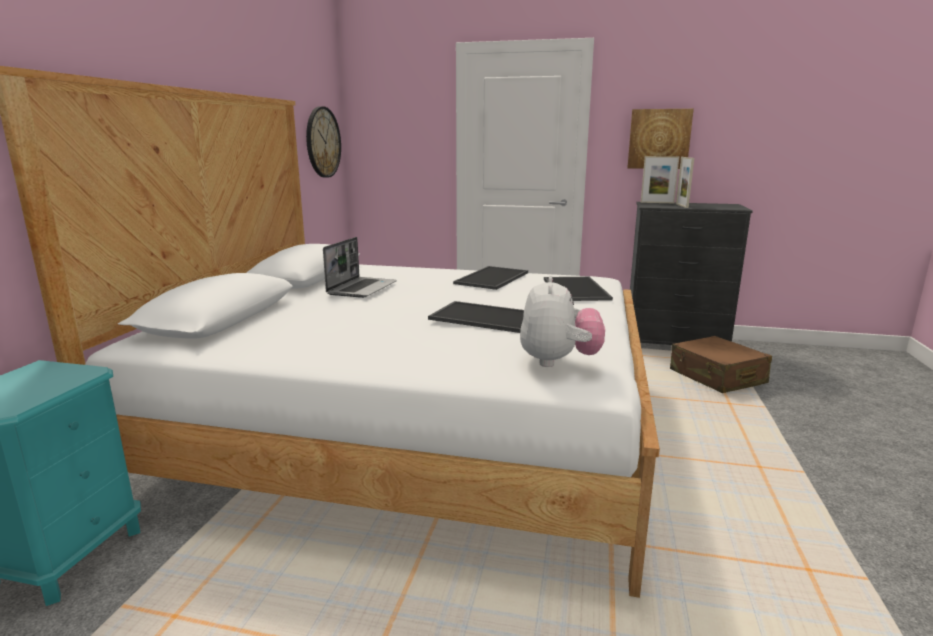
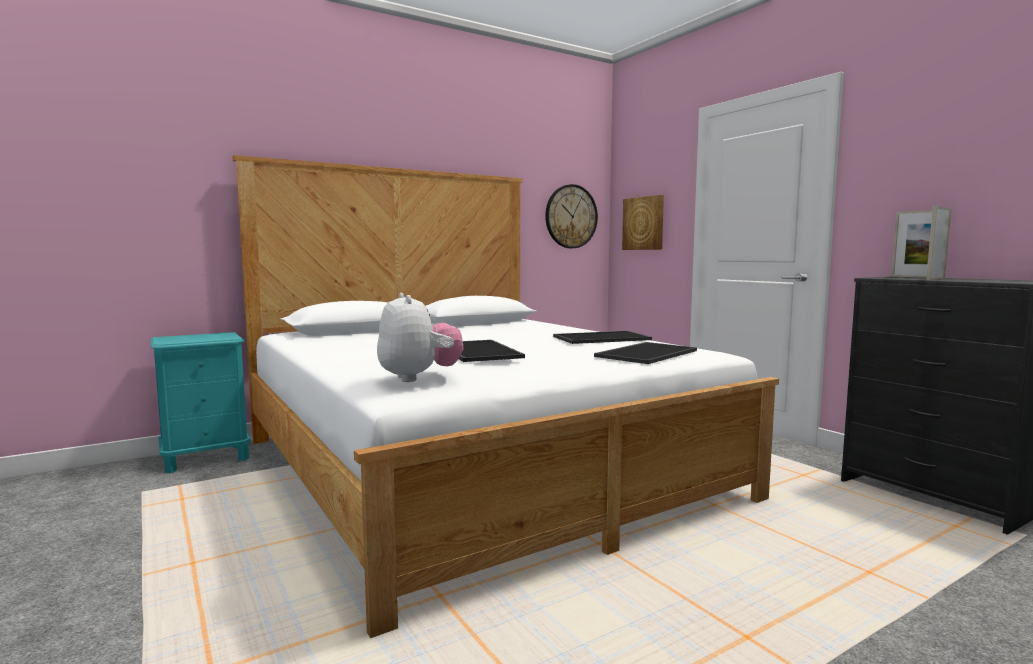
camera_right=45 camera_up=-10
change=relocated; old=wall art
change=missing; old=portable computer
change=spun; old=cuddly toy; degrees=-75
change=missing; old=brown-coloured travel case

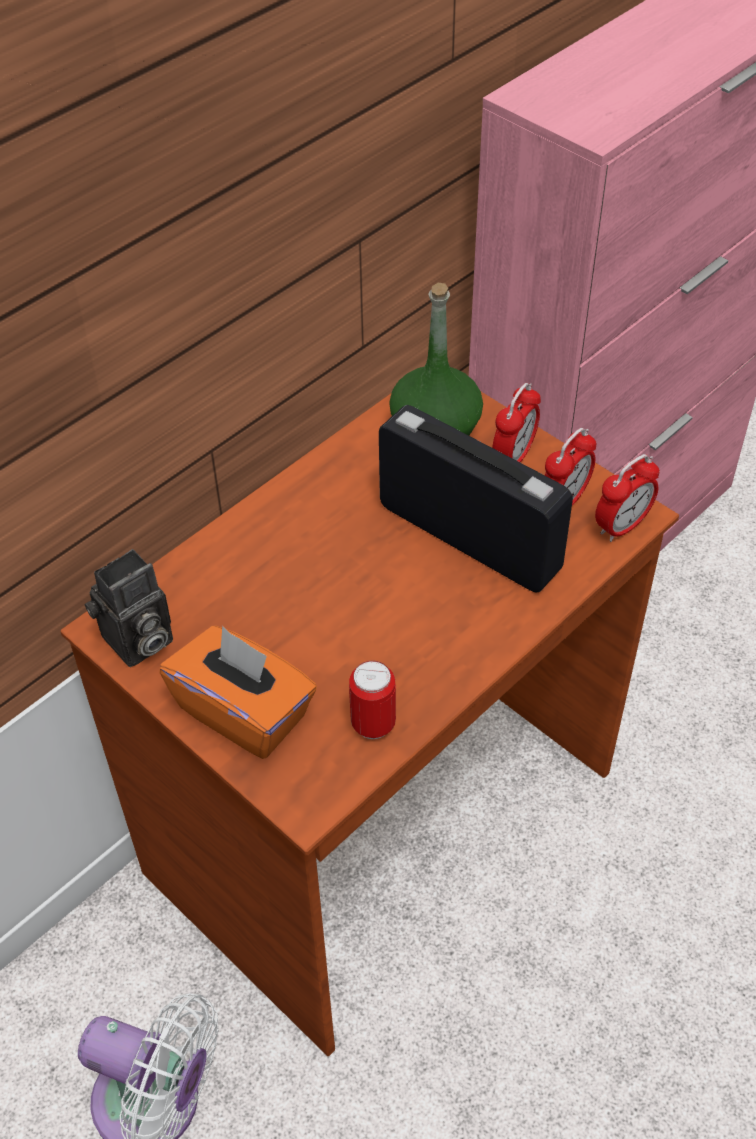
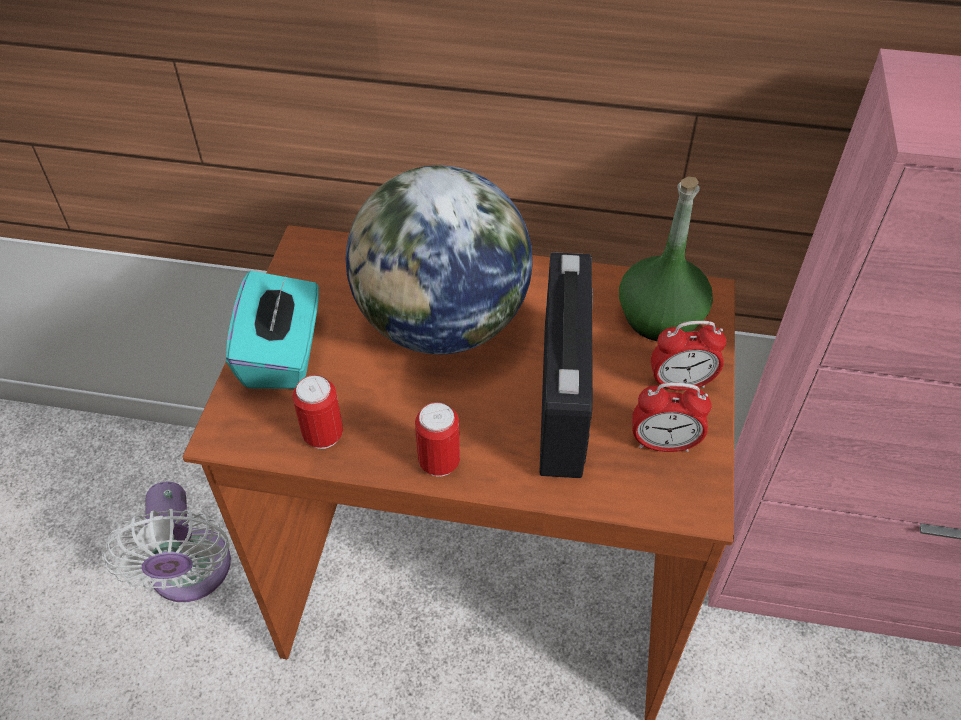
camera_right=55 camera_up=0
change=missing; old=bedside clock (no. 3 from left)
change=missing; old=still camera
change=colour; old=orange-coloured tissue box; new=blue-green tissue box
change=appeared; new=globe
change=appeared; new=sealed can (no. 2 from left)

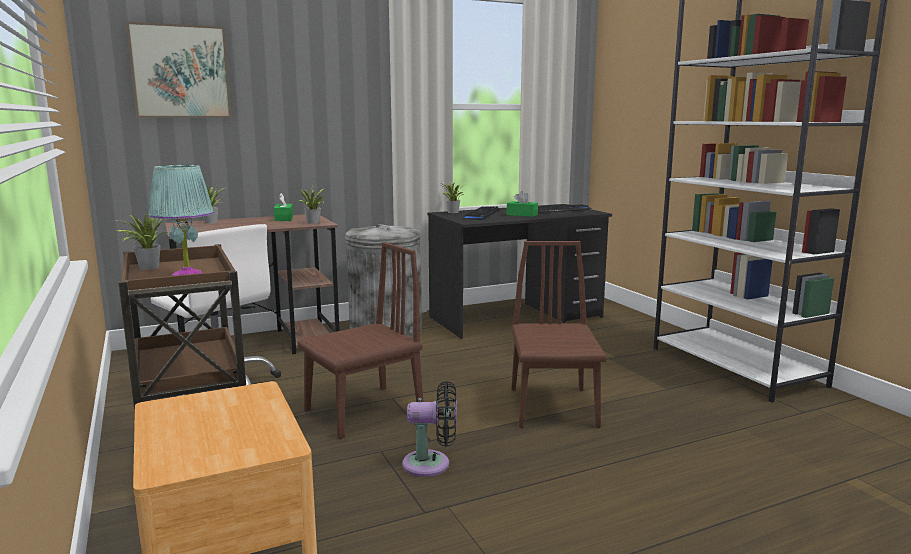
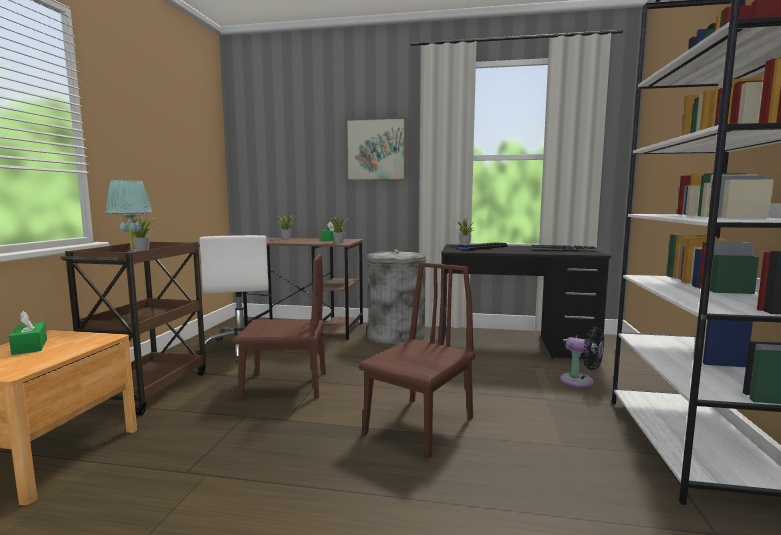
camera_right=35 camera_up=-5
change=relocated; old=wall art
change=relocated; old=greenish tissue box (no. 2 from left in the first image); new=greenish tissue box (no. 1 from left)
change=relocated; old=blackish fan

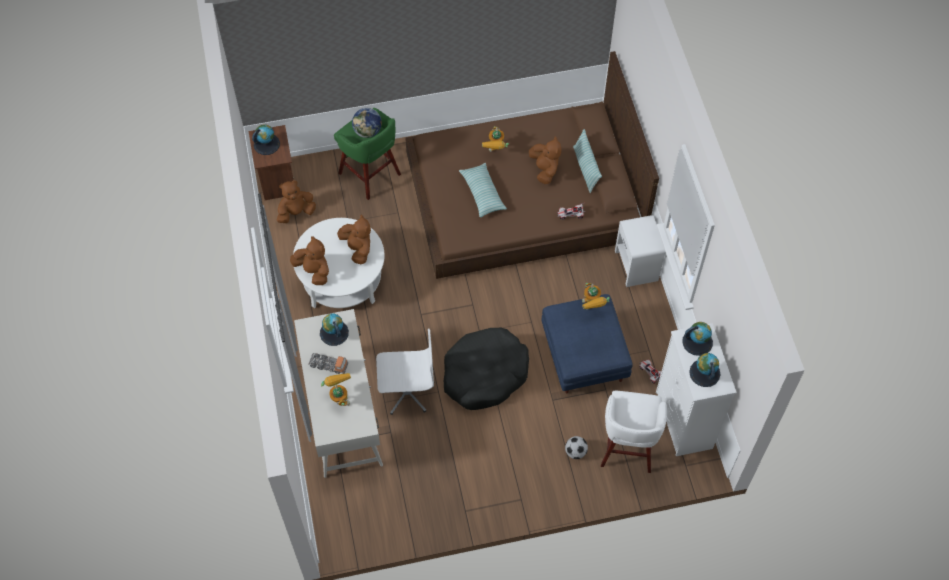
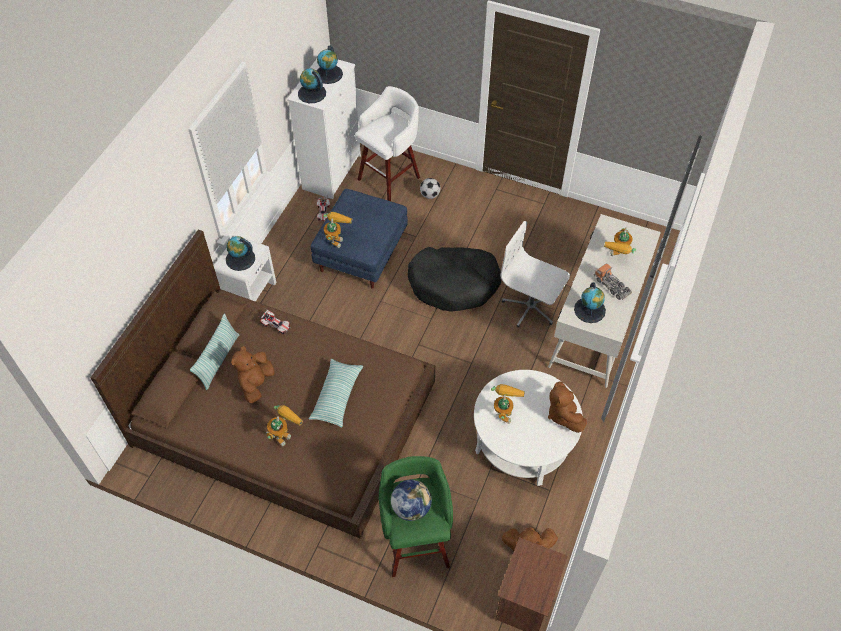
camera_right=-145 camera_up=-5
change=relocated; old=globe (no. 1 from left)
change=exchanged; old=brown-coloured cuddly toy (no. 3 from left); new=model robot (no. 3 from left)

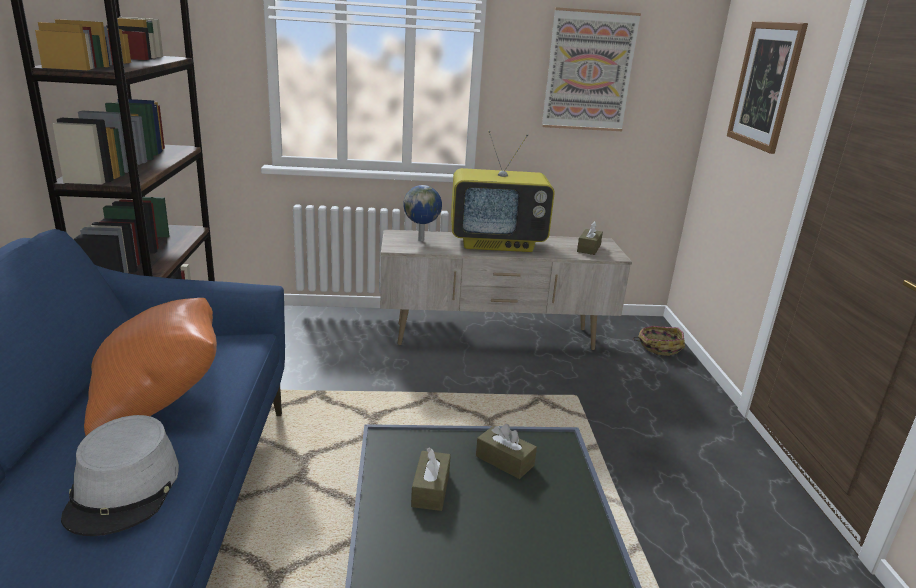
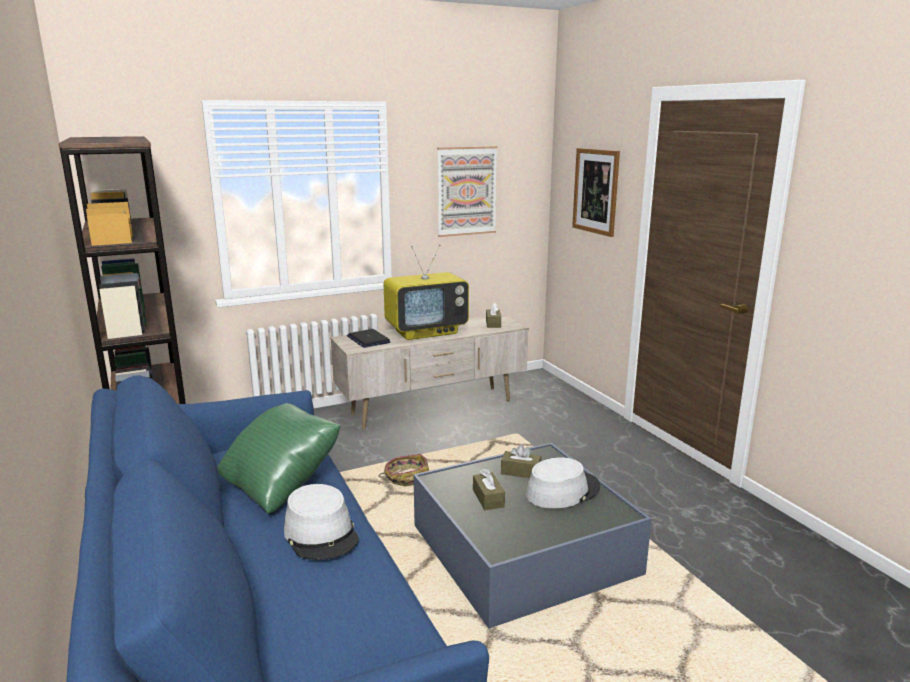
camera_right=-20 camera_up=-5
change=exchanged; old=globe; new=portable computer
change=colour; old=orange-coloured throw pillow; new=greenish throw pillow
change=relocated; old=household basket
change=appeared; new=greyish hat (no. 2 from left)

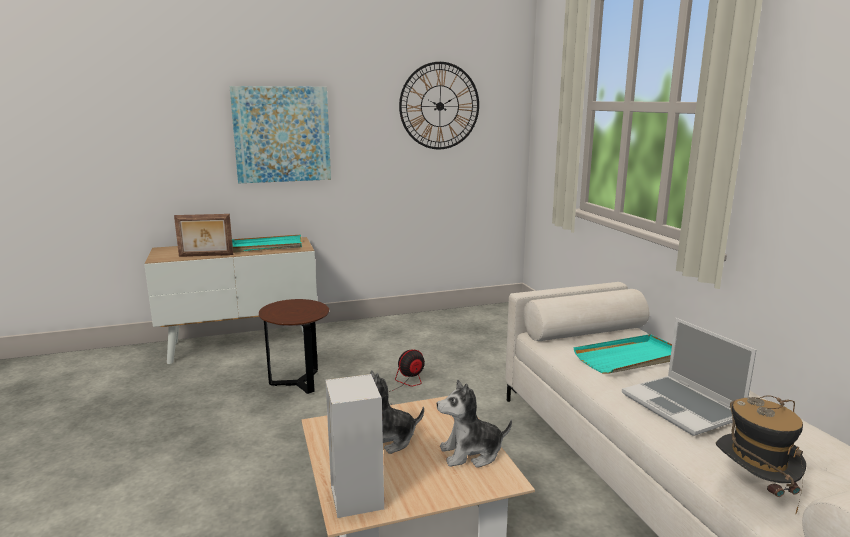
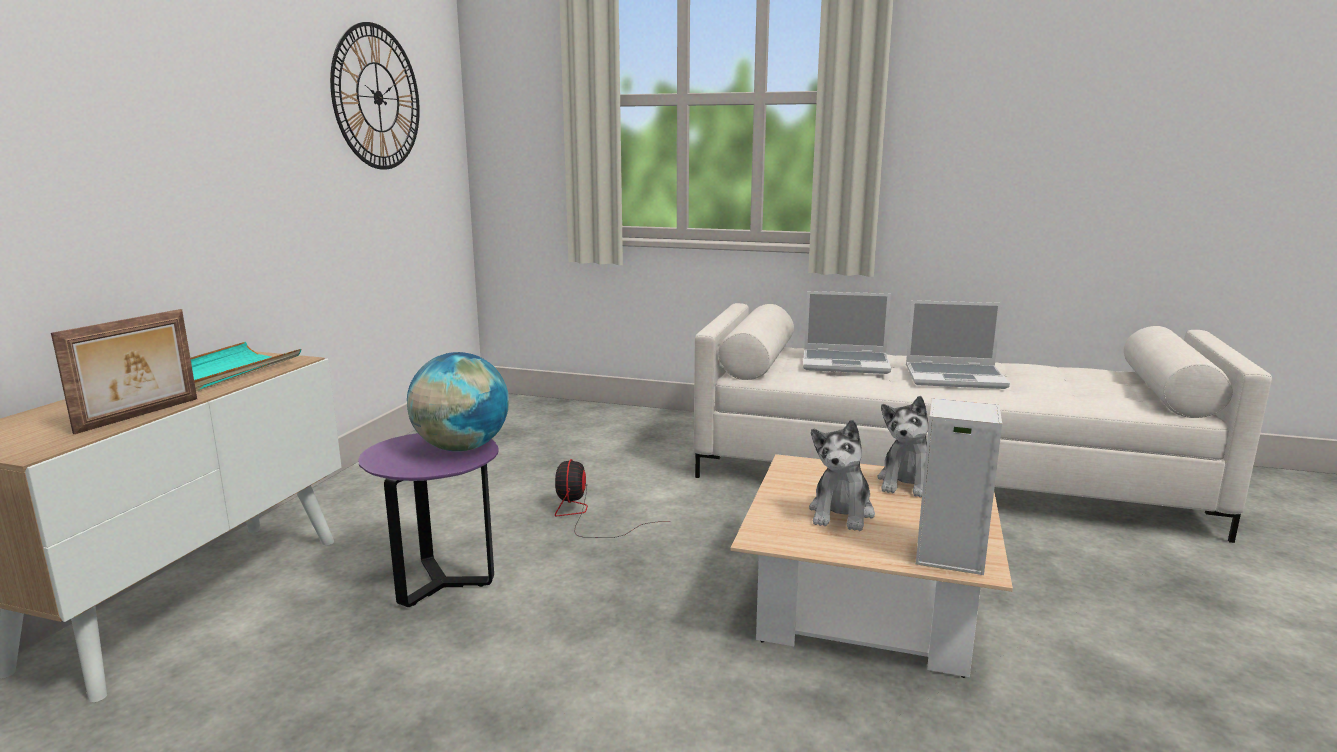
camera_right=-55 camera_up=0
change=missing; old=wall art
change=colour; old=brown-coloured end table; new=purplish end table
change=exchanged; old=blue-green carrying tray (no. 2 from left); new=portable computer (no. 1 from left)
change=missing; old=hat
change=appeared; new=globe

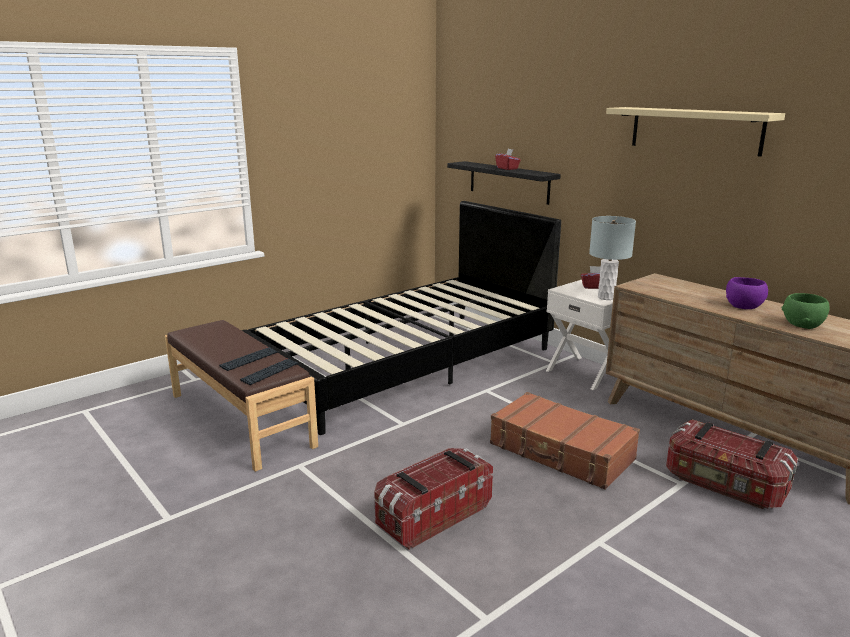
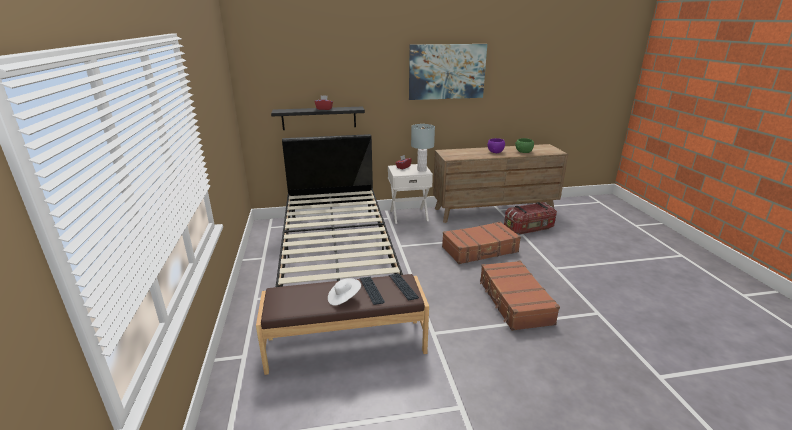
camera_right=-60 camera_up=5
change=exchanged; old=beige bracket shelf; new=wall art
change=exchanged; old=storage box (no. 1 from left); new=brown-coloured travel case (no. 2 from left)
change=appeared; new=white-coloured hat

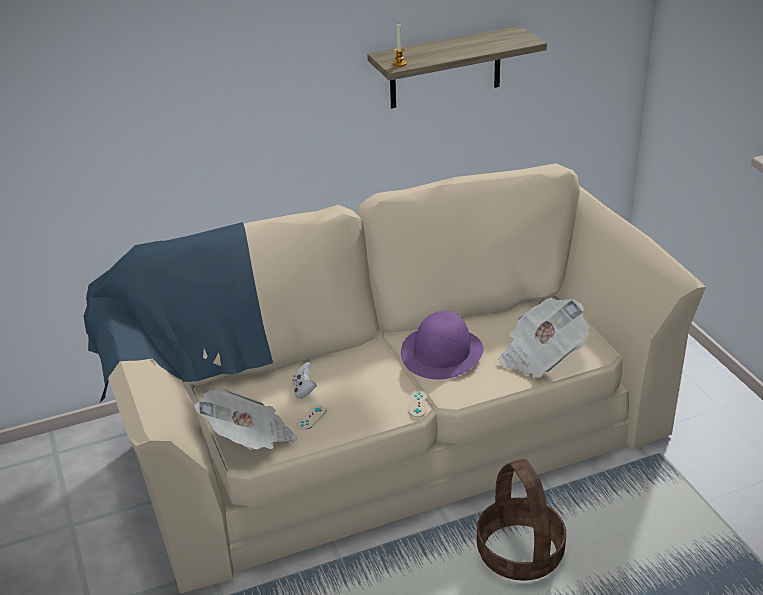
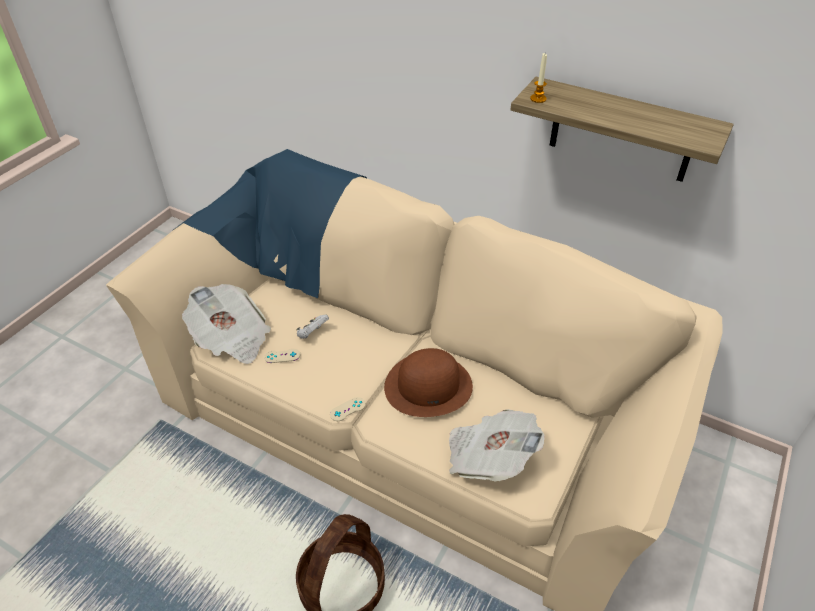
camera_right=50 camera_up=10
change=colour; old=purplish hat; new=brown-coloured hat

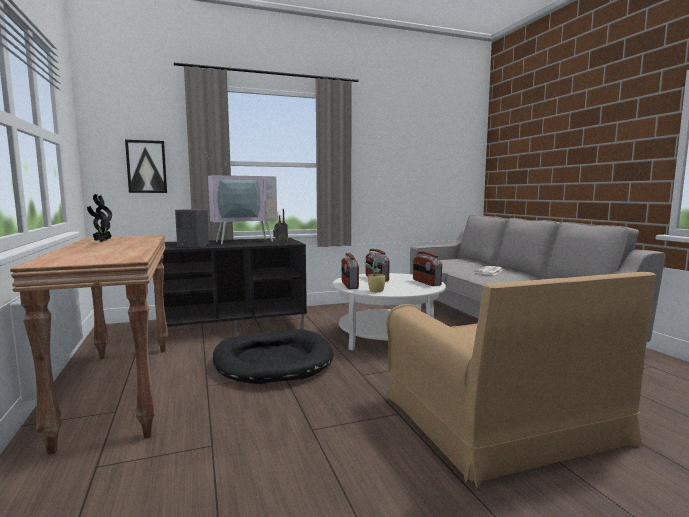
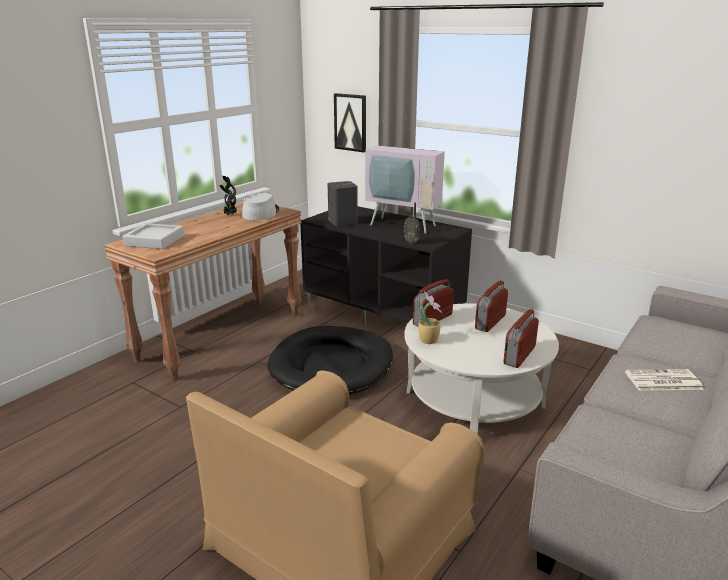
camera_right=55 camera_up=15
change=appeared; new=greyish hat
change=appeared; new=greyish carrying tray

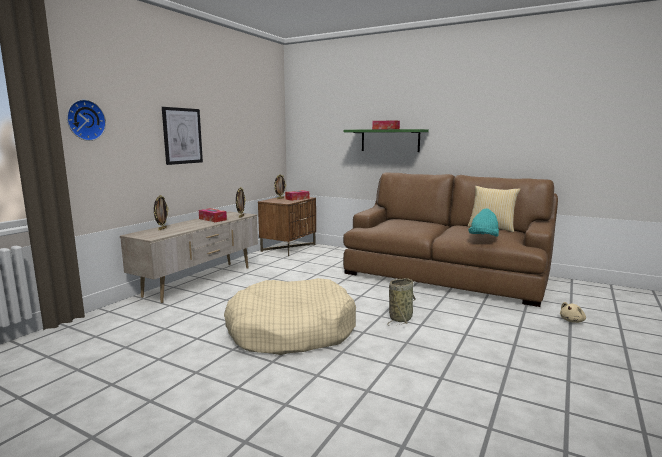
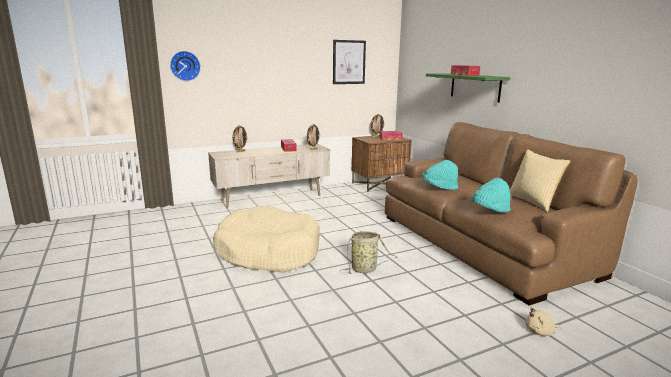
camera_right=35 camera_up=5
change=relocated; old=wall art
change=appeared; new=blue-green hat (no. 1 from left)

